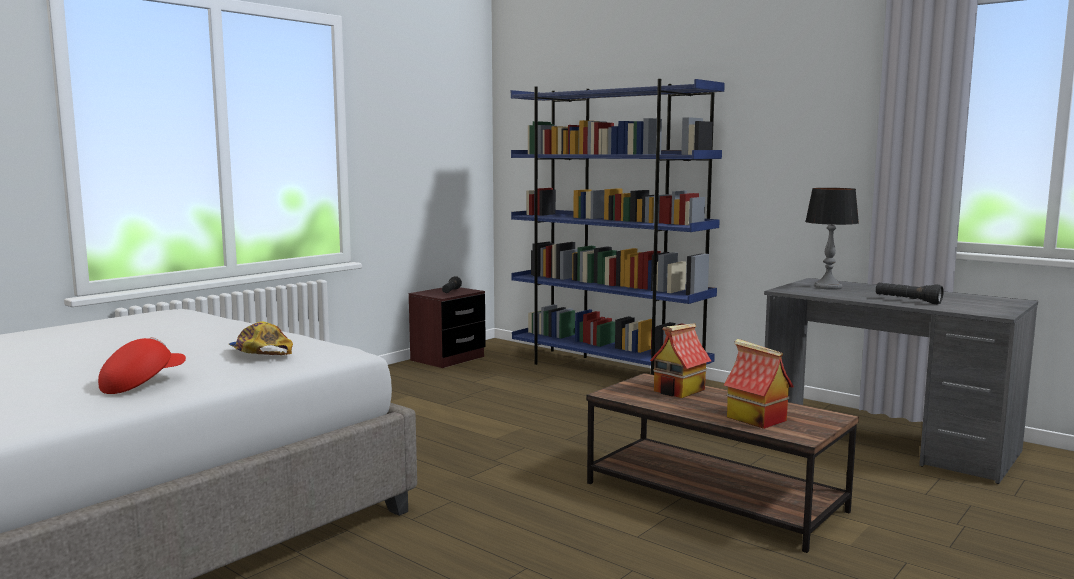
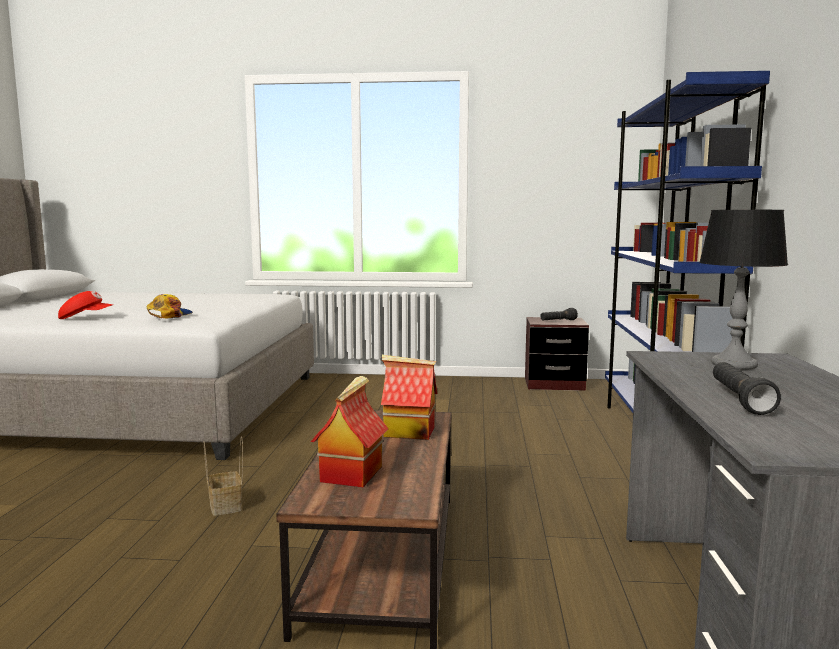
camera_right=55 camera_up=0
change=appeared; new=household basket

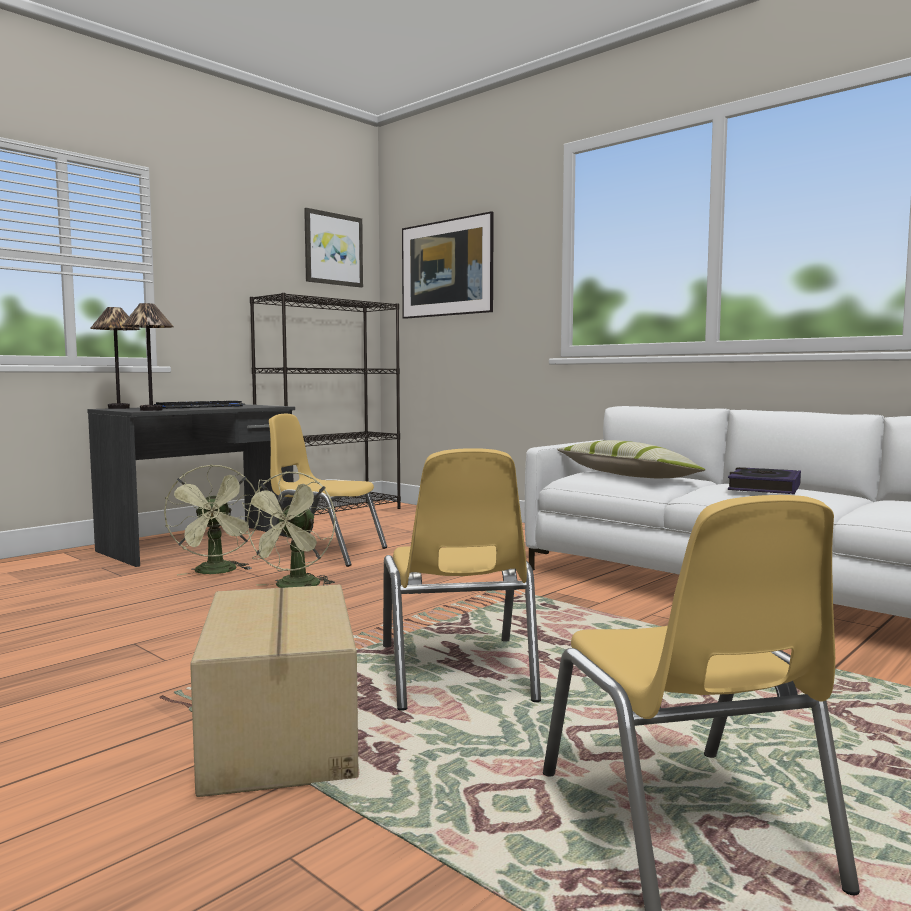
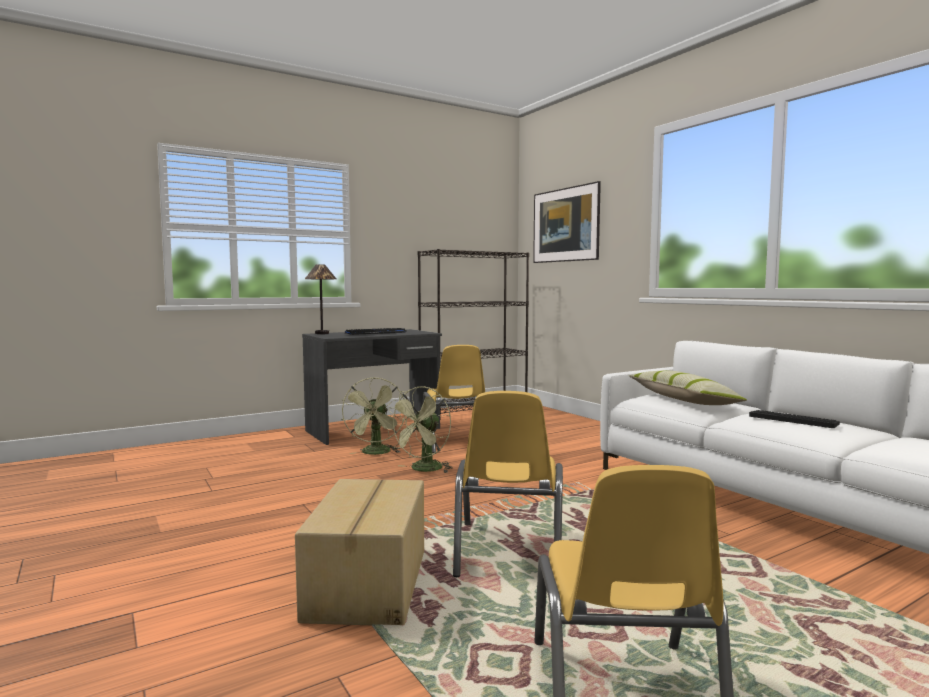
camera_right=15 camera_up=0
change=missing; old=wall art (no. 1 from left)
change=missing; old=tabletop lamp (no. 2 from left)
change=spun; old=yellow-coloured chair (no. 1 from left); degrees=-135
change=exchanged; old=bound book; new=keyboard (no. 2 from left)

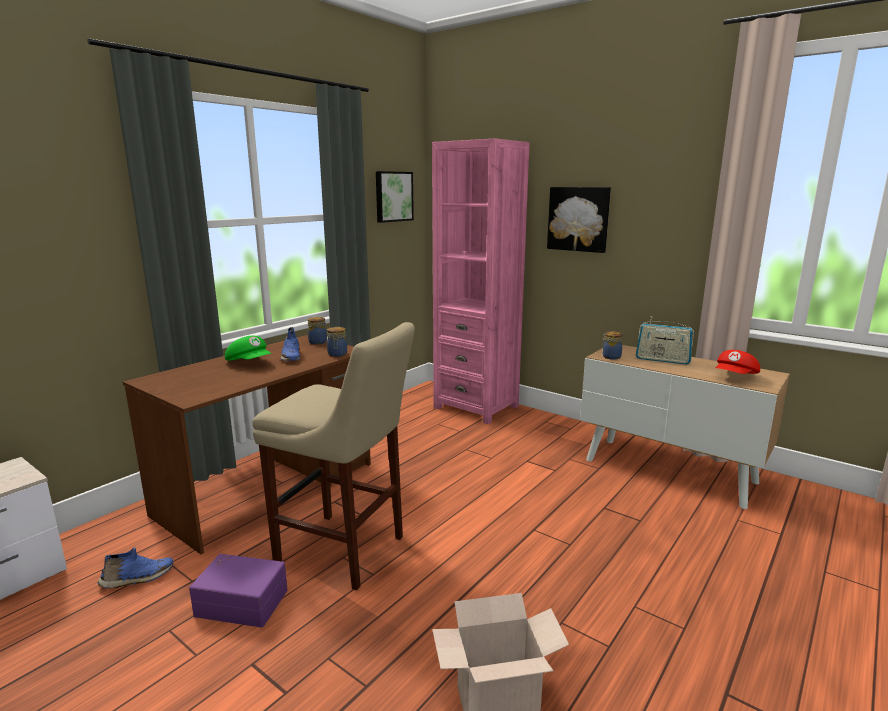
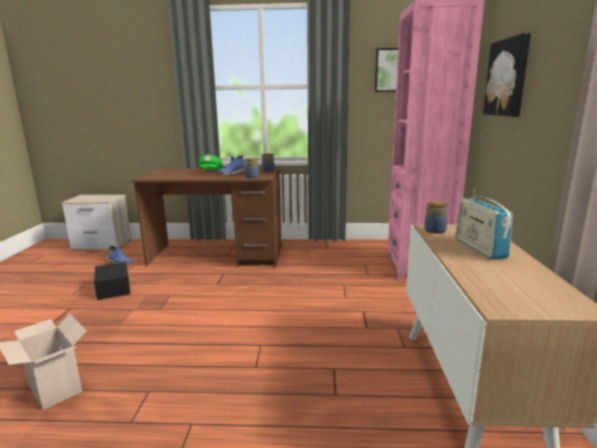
camera_right=55 camera_up=0
change=missing; old=beige stool
change=missing; old=red baseball cap
change=colour; old=purplish storage box; new=blackish storage box

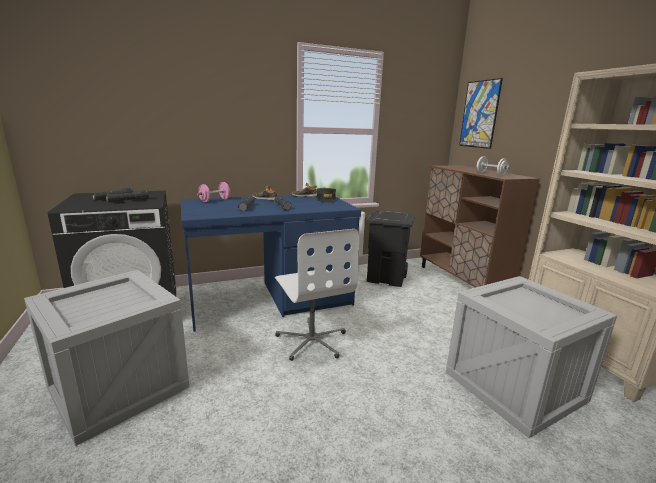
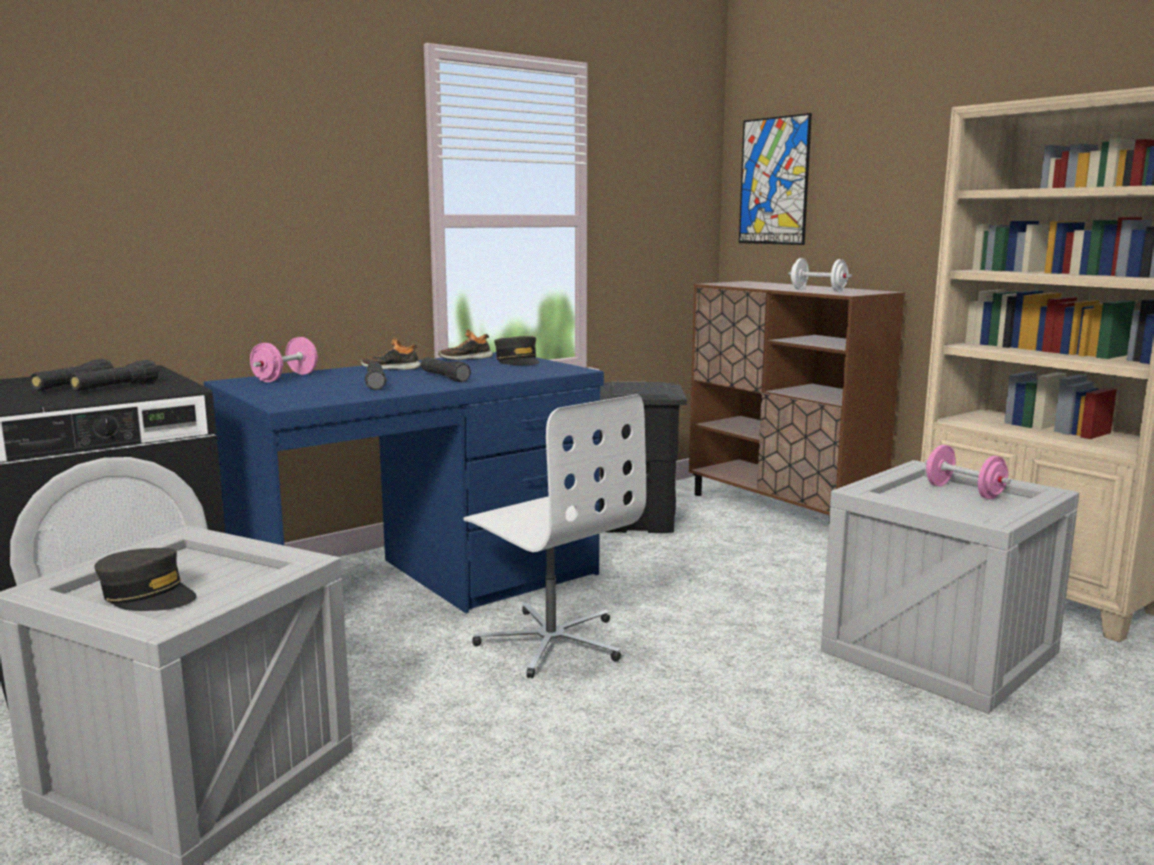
camera_right=-15 camera_up=-5
change=appeared; new=pink dumbbell (no. 2 from left)
change=appeared; new=greyish baseball cap (no. 1 from left)

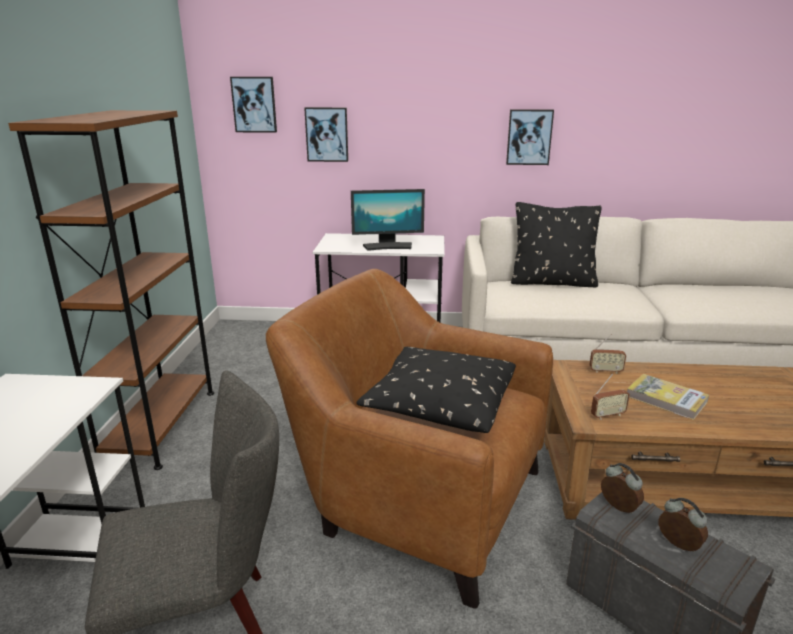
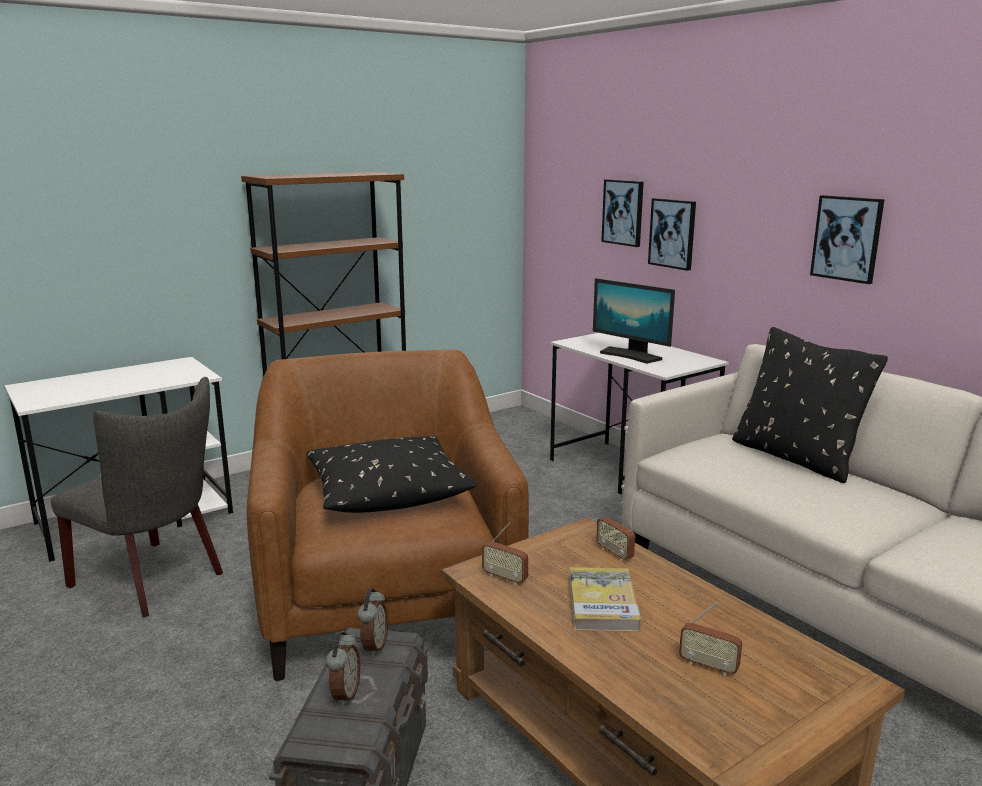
camera_right=50 camera_up=-5
change=relocated; old=wall art (no. 1 from left in the first image); new=wall art (no. 2 from left)
change=appeared; new=radio receiver (no. 3 from left)

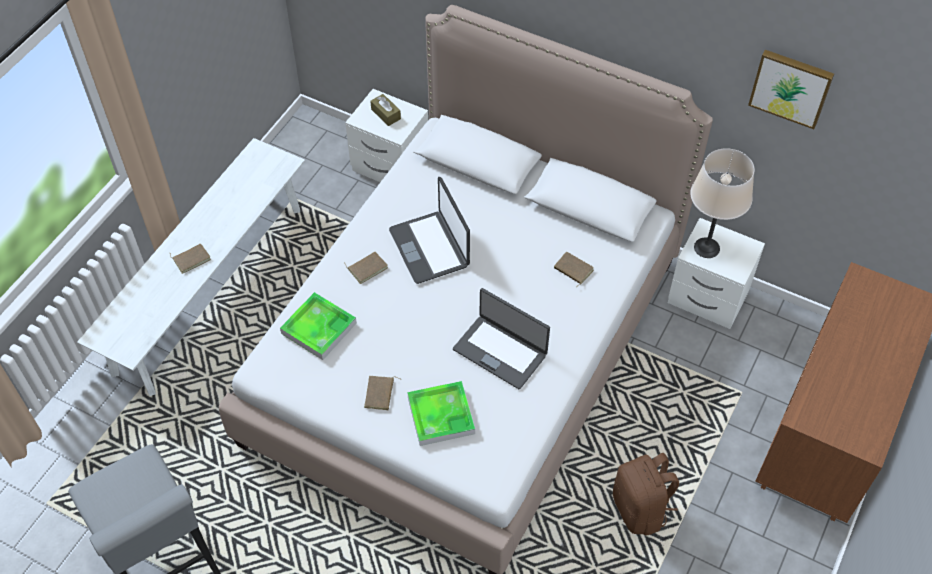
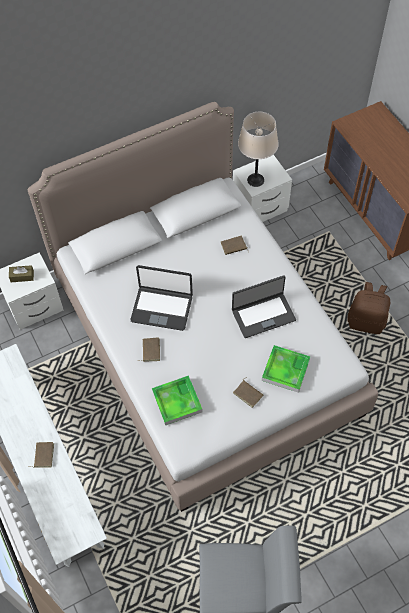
camera_right=-55 camera_up=5
change=missing; old=wall art

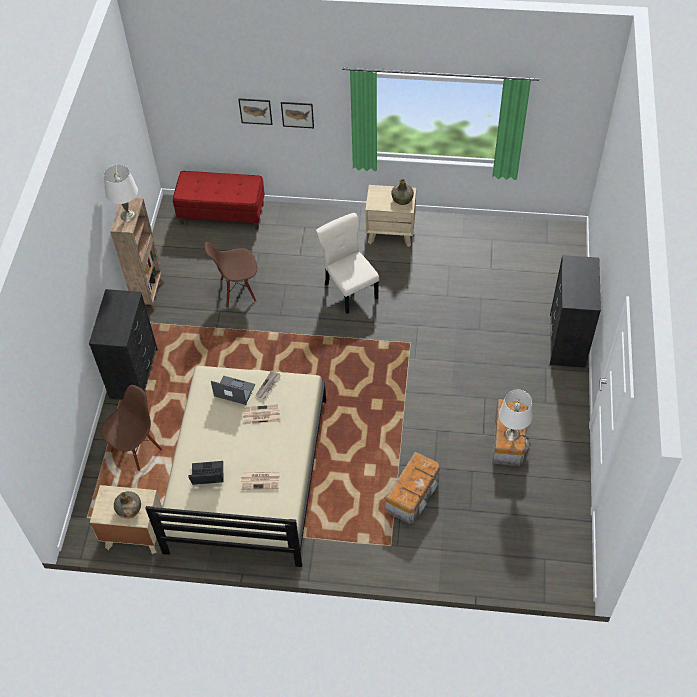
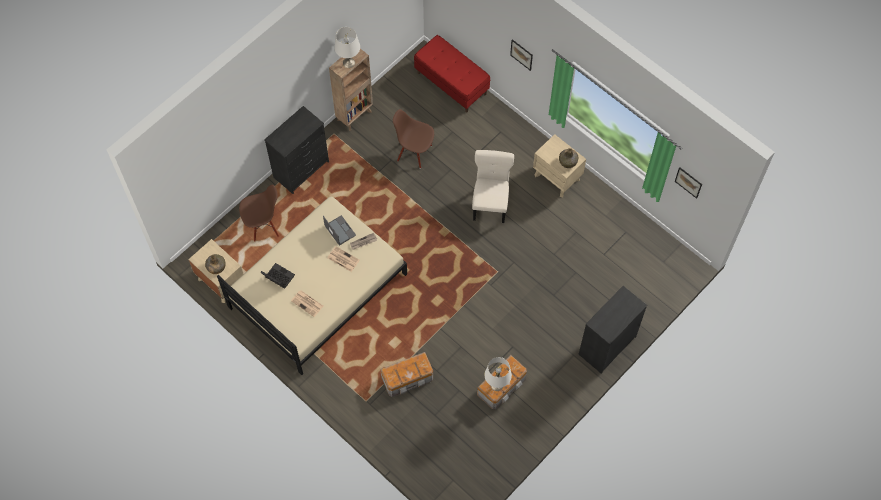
camera_right=35 camera_up=10
change=relocated; old=wall art (no. 1 from left in the first image); new=wall art (no. 2 from left)

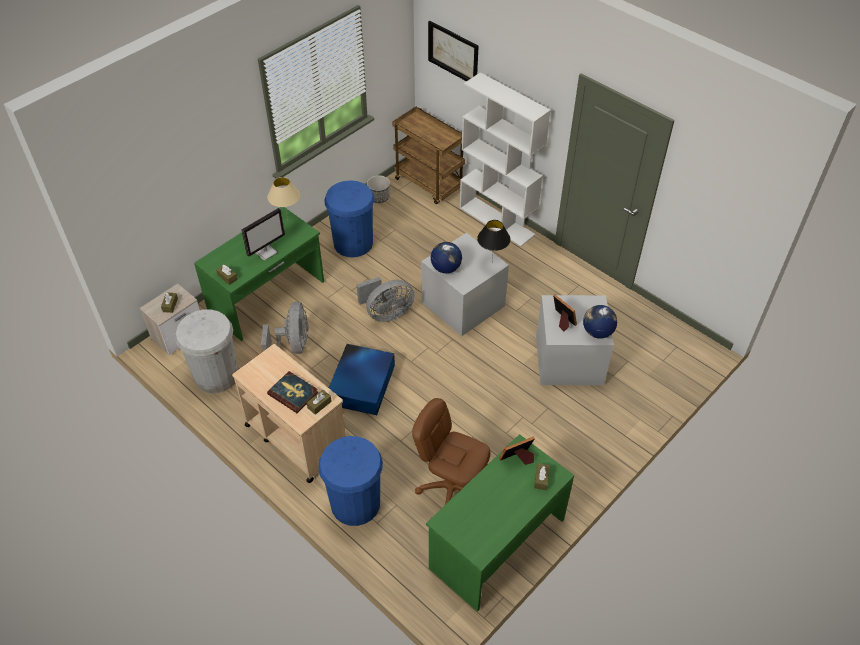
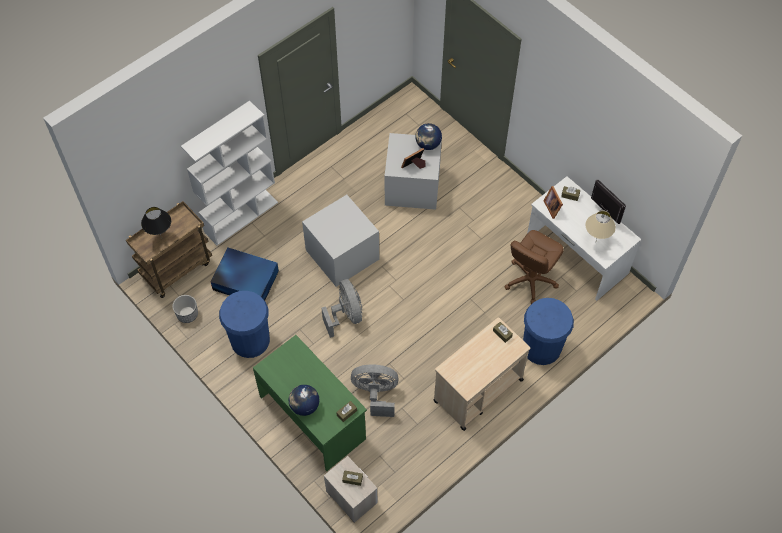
camera_right=-85 camera_up=10
change=missing; old=wall art
change=relocated; old=beige tabletop lamp
change=relocated; old=computer display
change=relocated; old=blackish tabletop lamp
change=relocated; old=globe (no. 1 from left)
change=missing; old=white-coloured rubbish bin
change=relocated; old=blue storage box
change=missing; old=bound book
change=colour; old=greenish desk unit (no. 2 from left); new=white-coloured desk unit

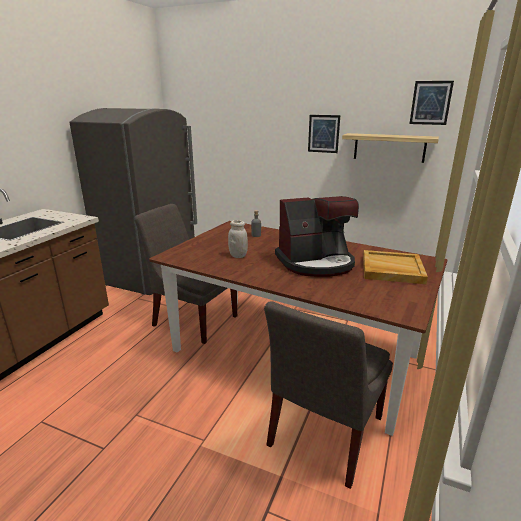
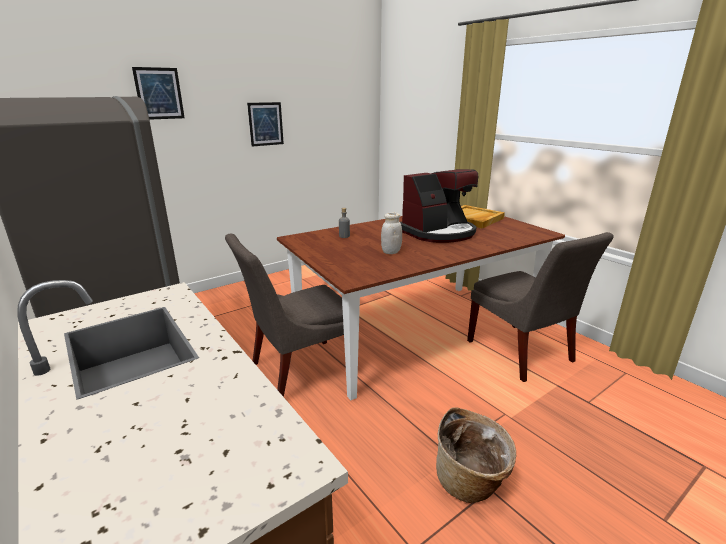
camera_right=-60 camera_up=0
change=relocated; old=wall art (no. 2 from left in the first image); new=wall art (no. 1 from left)
change=missing; old=bracket shelf
change=spun; old=coffee machine; degrees=45
change=appeared; new=household basket

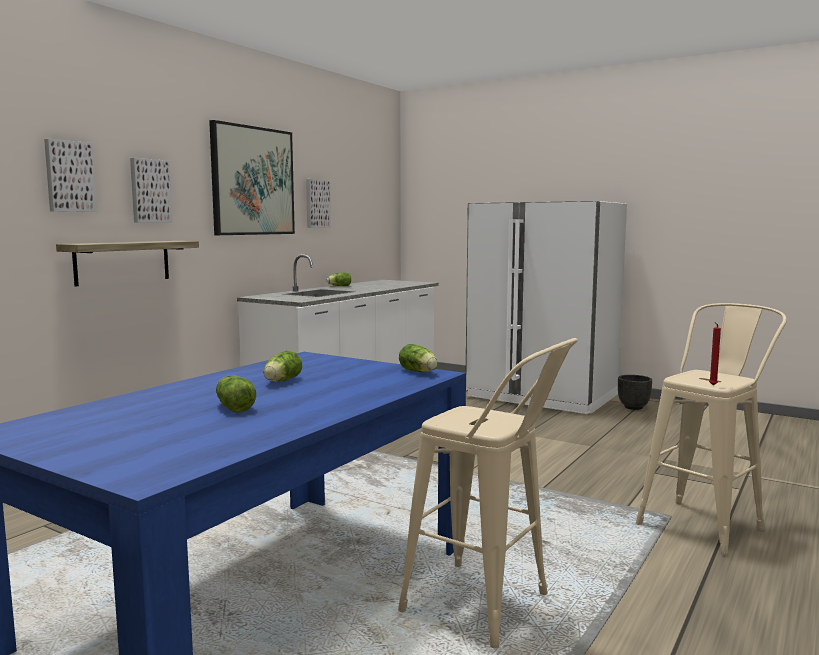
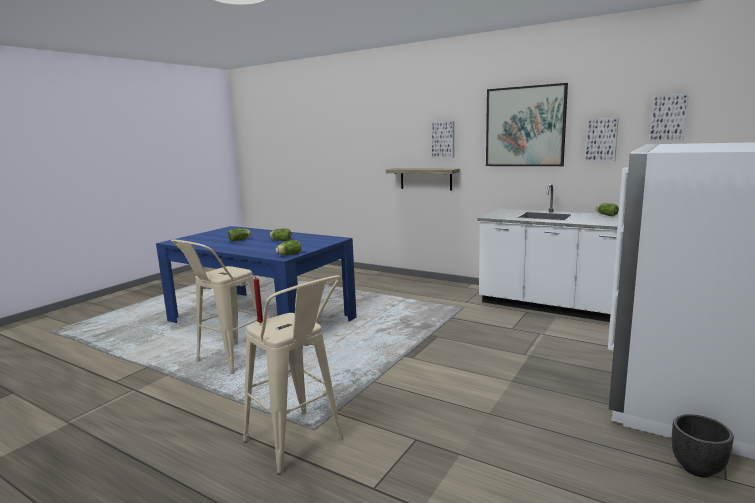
camera_right=90 camera_up=5
change=relocated; old=wall art (no. 1 from left in the first image); new=wall art (no. 4 from left)

